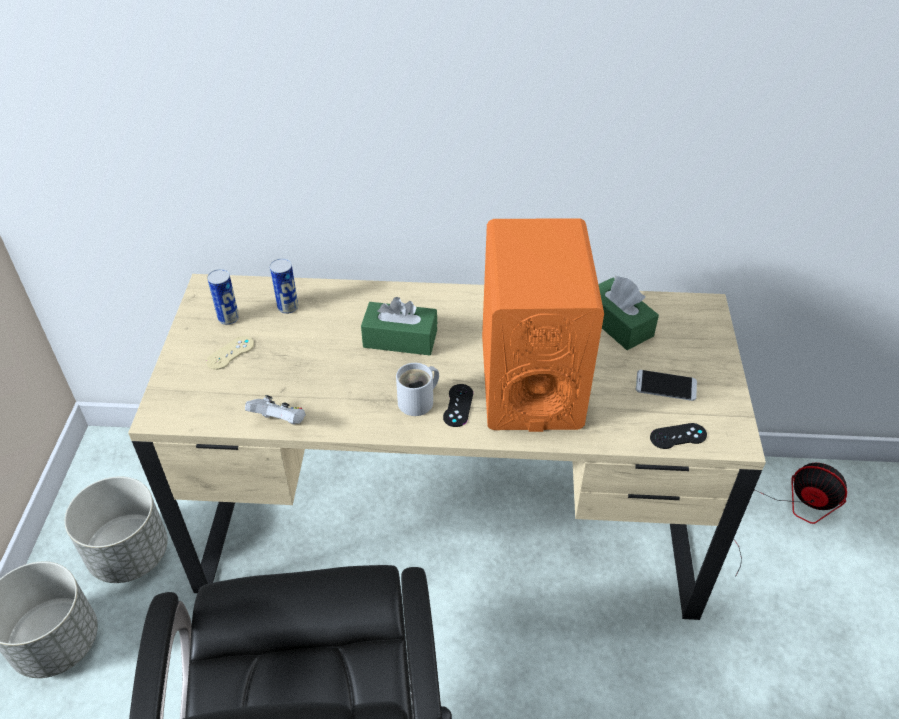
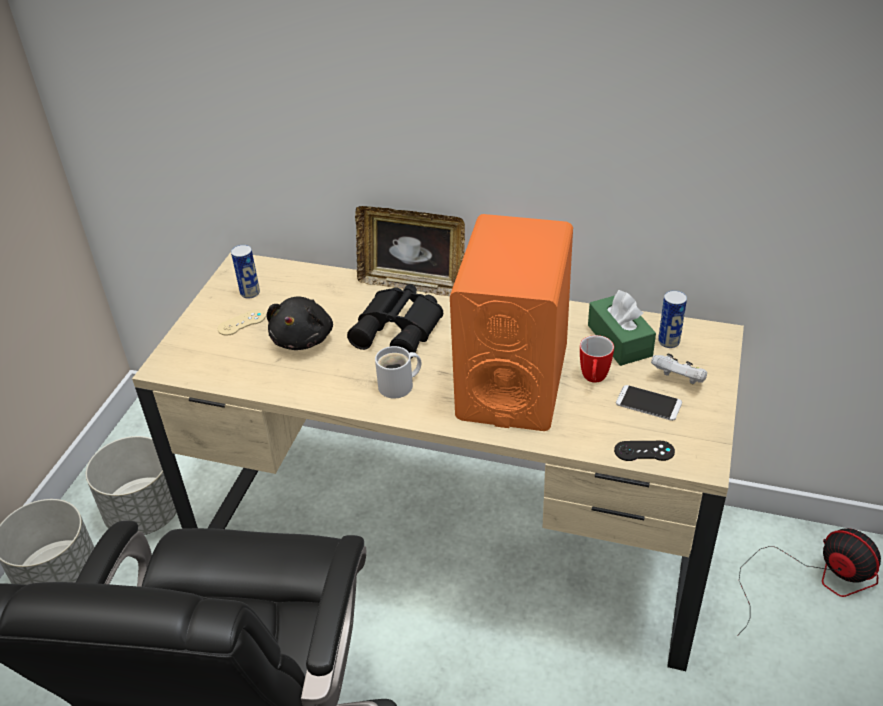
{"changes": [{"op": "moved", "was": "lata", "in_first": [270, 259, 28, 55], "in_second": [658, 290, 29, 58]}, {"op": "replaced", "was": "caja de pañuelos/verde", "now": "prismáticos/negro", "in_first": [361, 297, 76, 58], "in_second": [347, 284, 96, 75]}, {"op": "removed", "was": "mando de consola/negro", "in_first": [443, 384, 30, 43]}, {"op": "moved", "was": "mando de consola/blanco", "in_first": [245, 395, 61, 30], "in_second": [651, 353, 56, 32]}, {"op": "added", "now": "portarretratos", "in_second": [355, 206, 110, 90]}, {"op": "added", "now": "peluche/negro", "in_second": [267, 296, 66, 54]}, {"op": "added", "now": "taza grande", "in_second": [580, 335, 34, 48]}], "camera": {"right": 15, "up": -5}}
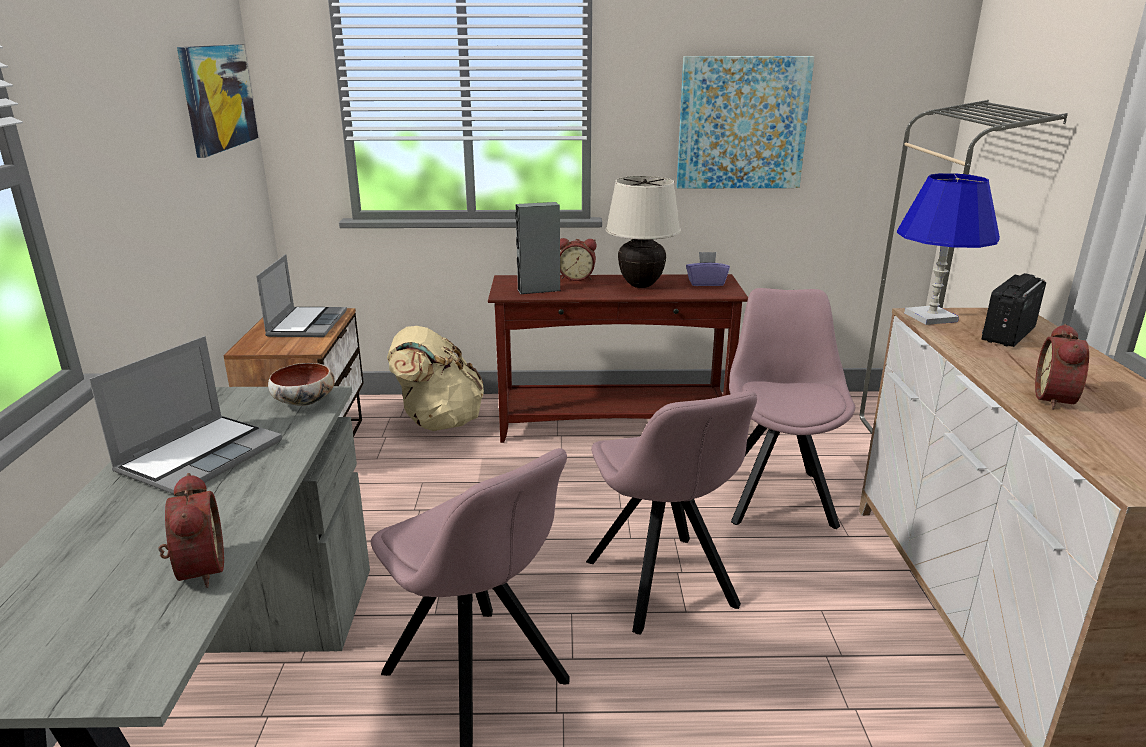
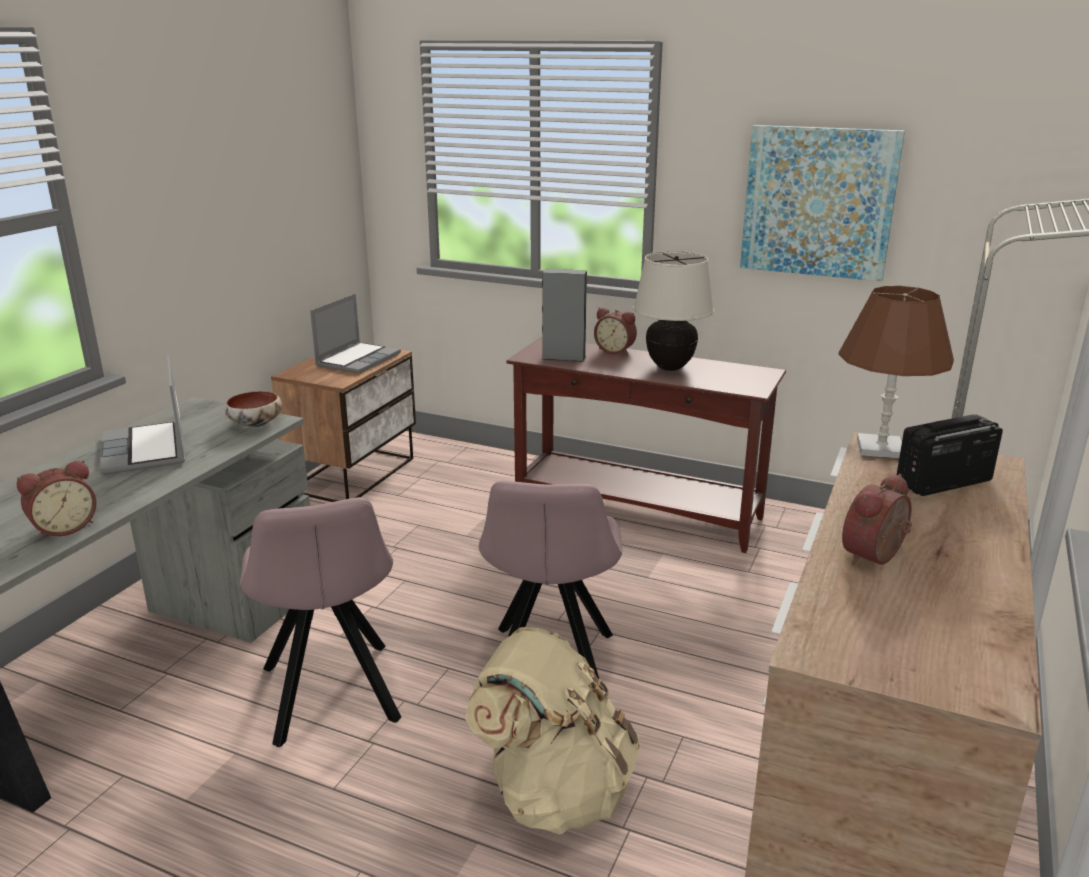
{"changes": [{"op": "removed", "was": "cuadro", "in_first": [177, 44, 81, 114]}, {"op": "recoloured", "was": "lámpara de mesa/azul", "now": "lámpara de mesa/marrón", "in_first": [896, 173, 104, 152], "in_second": [838, 286, 116, 172]}, {"op": "removed", "was": "caja de pañuelos/morado", "in_first": [686, 252, 44, 34]}, {"op": "removed", "was": "silla/rosa", "in_first": [729, 288, 126, 241]}, {"op": "moved", "was": "mochila/beis", "in_first": [387, 326, 97, 105], "in_second": [465, 627, 175, 207]}, {"op": "turned", "was": "portátil", "in_first": [89, 336, 193, 158], "in_second": [100, 355, 85, 120], "clockwise": 105}, {"op": "turned", "was": "despertador", "in_first": [158, 473, 66, 115], "in_second": [16, 460, 80, 79], "clockwise": 45}], "camera": {"right": 25, "up": 0}}
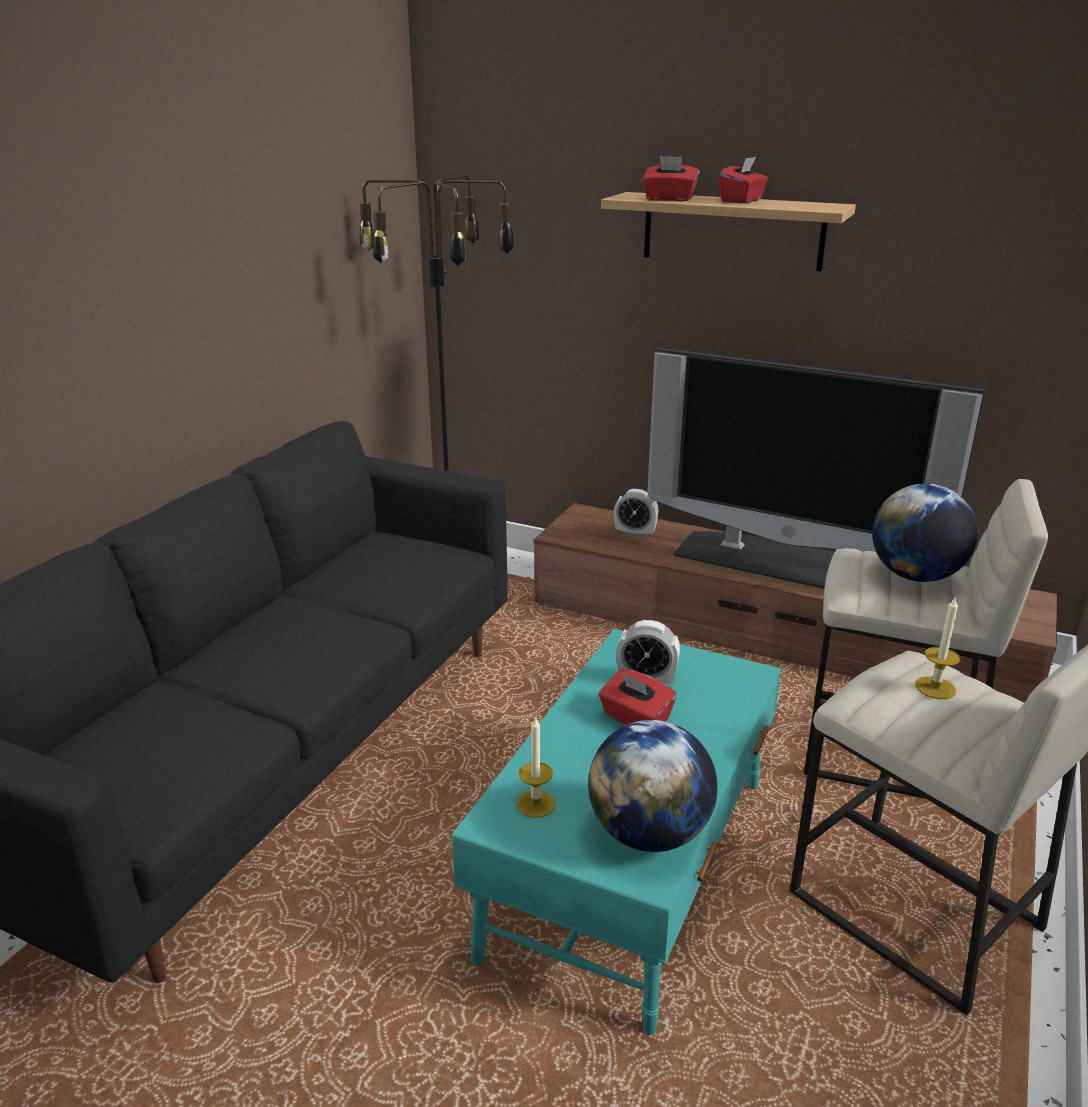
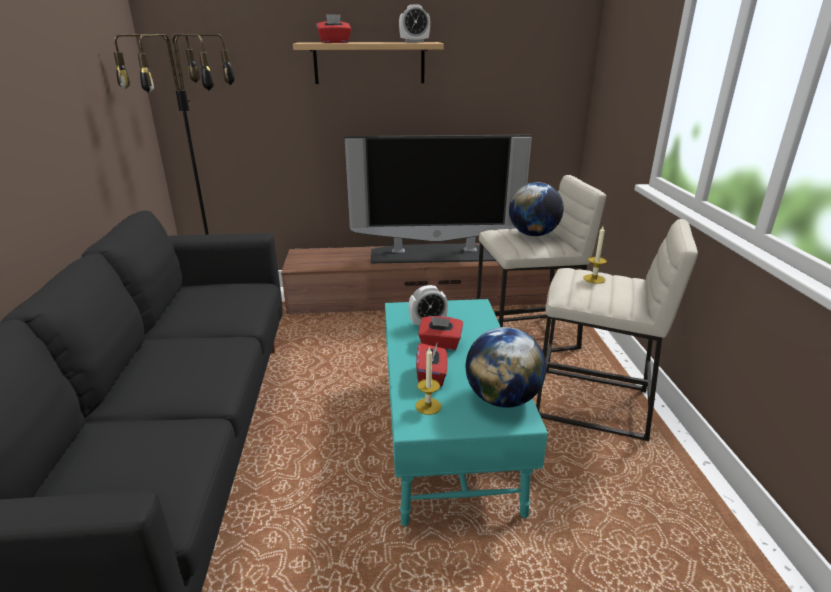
{"changes": [{"op": "moved", "was": "caja de pañuelos/rojo", "in_first": [719, 157, 49, 46], "in_second": [416, 343, 31, 44]}, {"op": "moved", "was": "despertador", "in_first": [614, 489, 44, 49], "in_second": [399, 4, 31, 39]}], "camera": {"right": -30, "up": 0}}
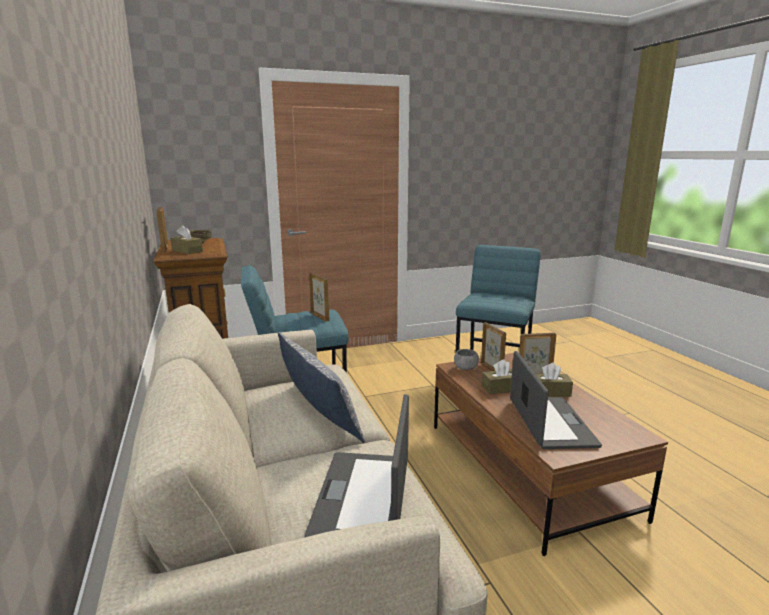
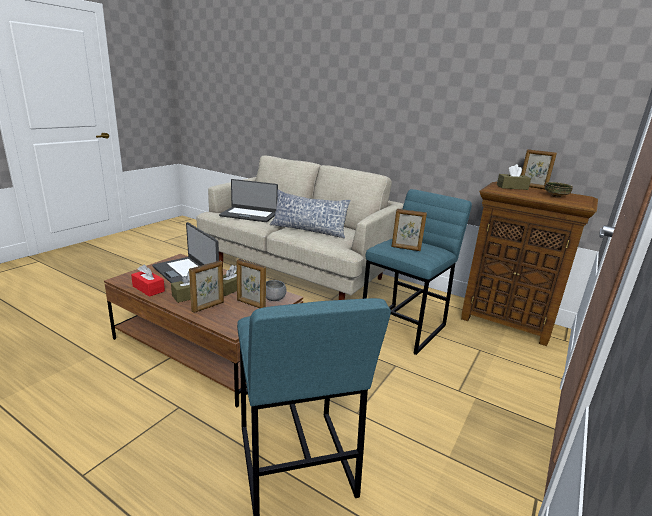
{"changes": [{"op": "turned", "was": "portátil", "in_first": [304, 394, 105, 143], "in_second": [219, 179, 59, 43], "clockwise": 135}, {"op": "added", "now": "caja de pañuelos/rojo", "in_second": [131, 264, 34, 33]}], "camera": {"right": 140, "up": 5}}
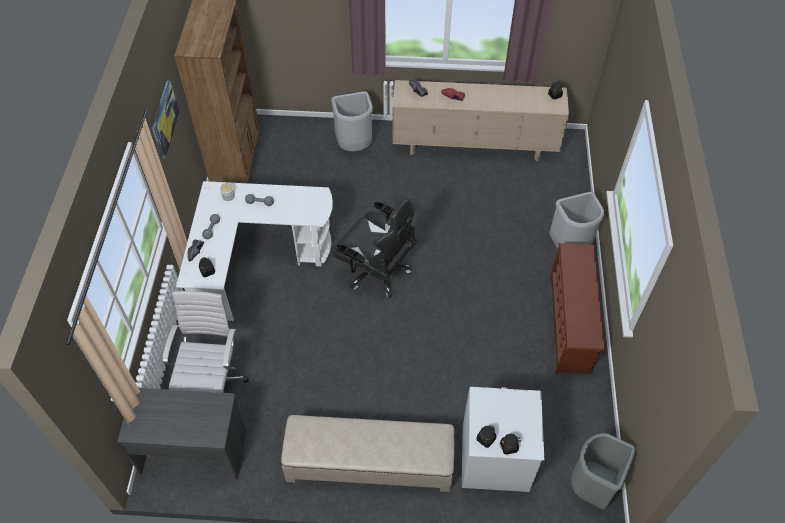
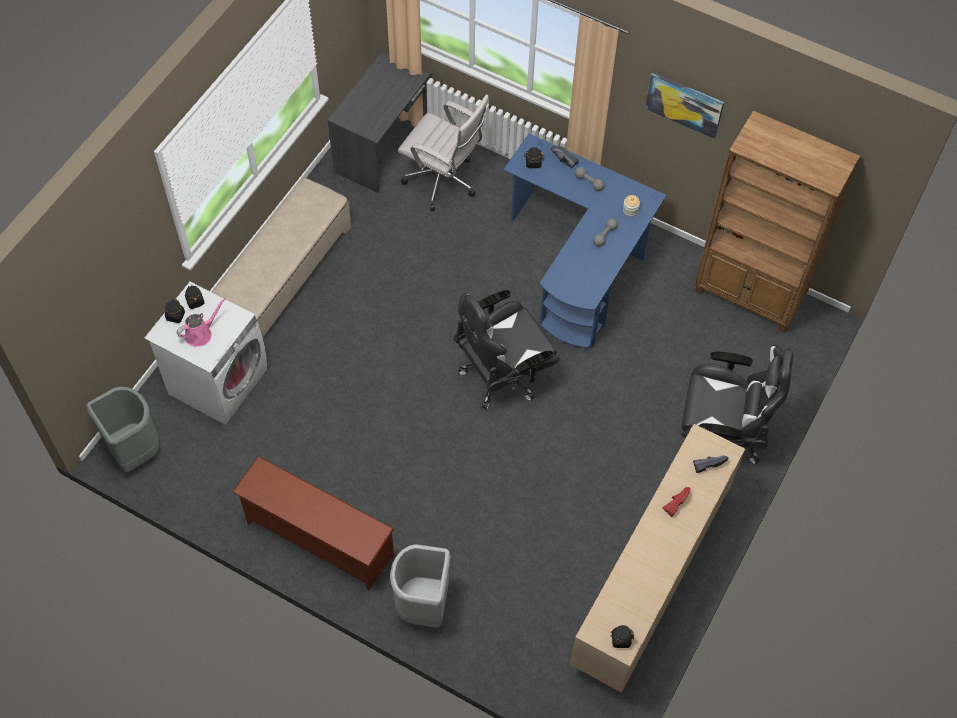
{"changes": [{"op": "replaced", "was": "papelera/gris", "now": "silla de oficina/negro", "in_first": [331, 92, 42, 59], "in_second": [681, 345, 113, 119]}, {"op": "recoloured", "was": "escritorio/blanco", "now": "escritorio/azul", "in_first": [176, 181, 157, 140], "in_second": [503, 134, 163, 215]}, {"op": "added", "now": "regadera/rosa", "in_second": [176, 297, 50, 50]}], "camera": {"right": 115, "up": 5}}
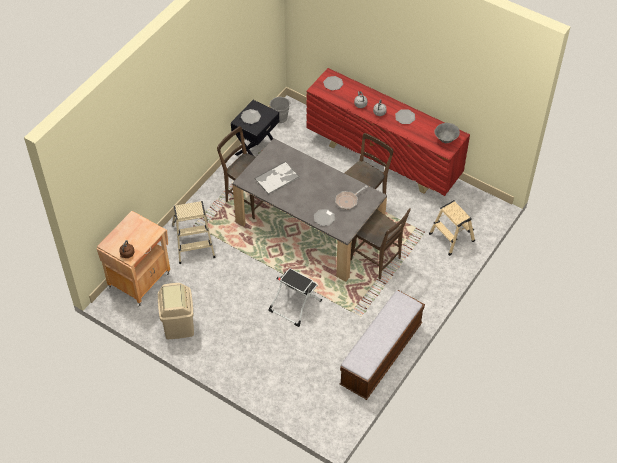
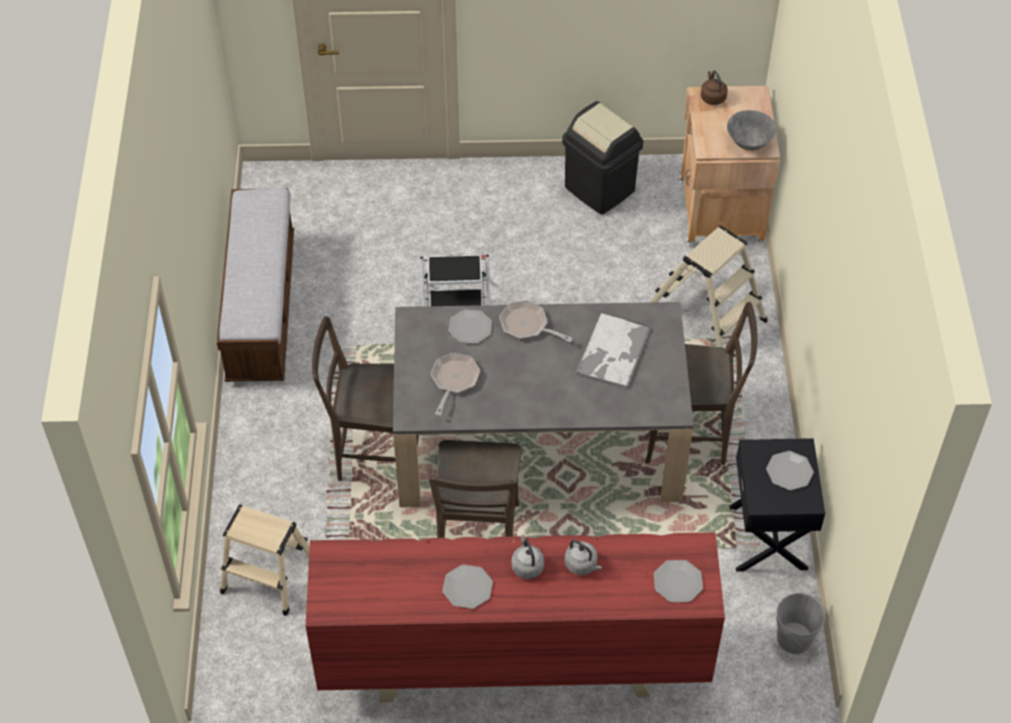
{"changes": [{"op": "moved", "was": "cuenco/gris", "in_first": [435, 123, 25, 20], "in_second": [727, 110, 49, 41]}, {"op": "recoloured", "was": "papelera/beis", "now": "papelera/negro", "in_first": [158, 283, 36, 56], "in_second": [562, 101, 81, 113]}, {"op": "added", "now": "sartén", "in_second": [499, 300, 74, 42]}], "camera": {"right": 145, "up": 0}}
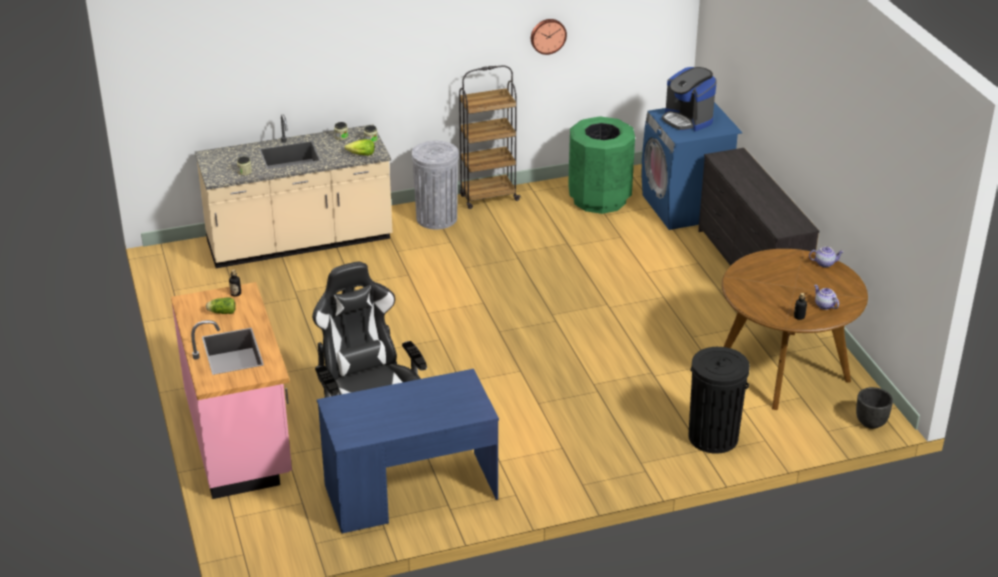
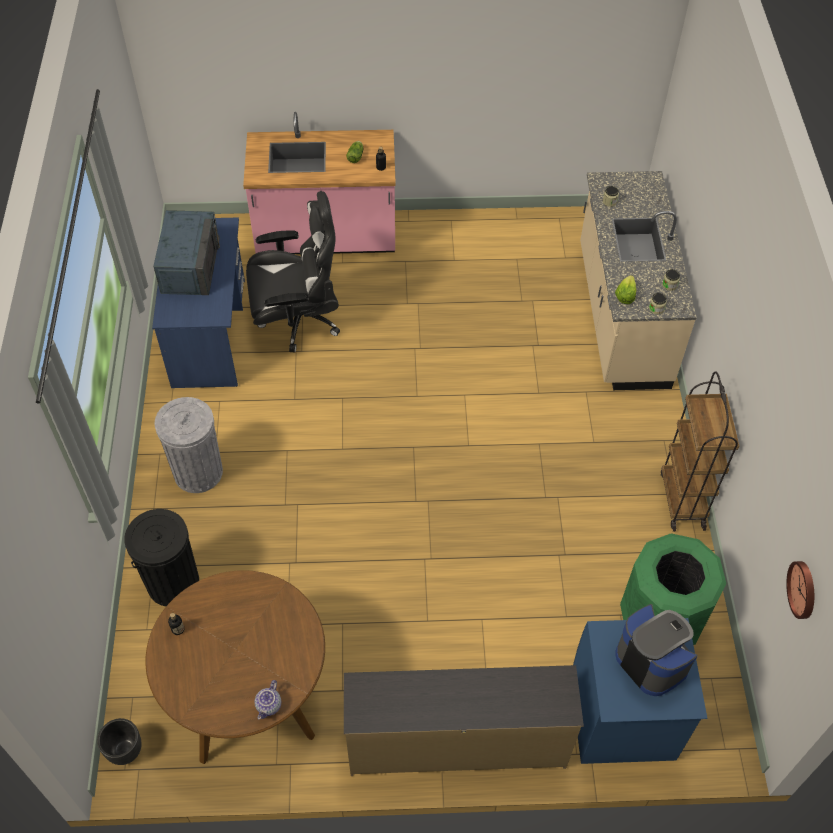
{"changes": [{"op": "moved", "was": "reloj de pared", "in_first": [531, 19, 36, 36], "in_second": [786, 561, 28, 58]}, {"op": "turned", "was": "cafetera", "in_first": [662, 67, 55, 64], "in_second": [615, 604, 83, 92], "clockwise": 75}, {"op": "moved", "was": "papelera/gris", "in_first": [412, 141, 47, 88], "in_second": [155, 397, 68, 96]}, {"op": "removed", "was": "tetera", "in_first": [814, 285, 25, 25]}, {"op": "added", "now": "microondas/azul", "in_second": [153, 210, 67, 85]}], "camera": {"right": 105, "up": 20}}
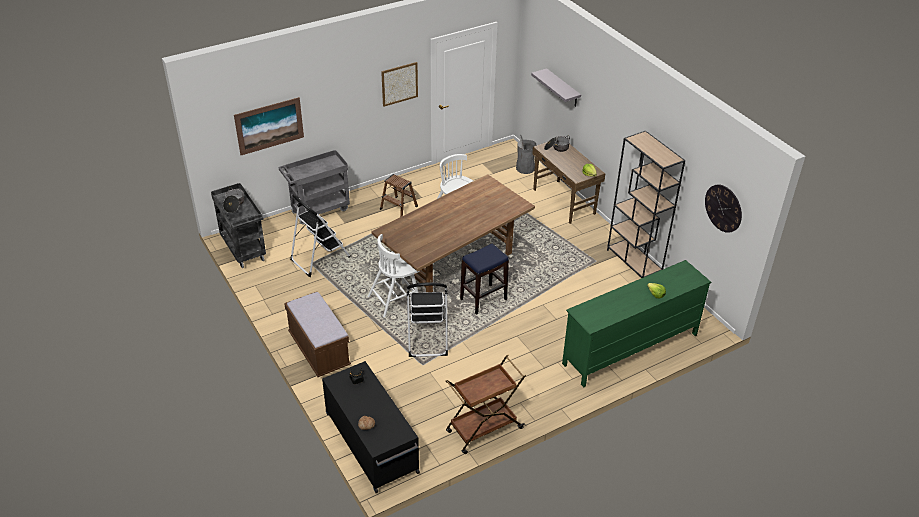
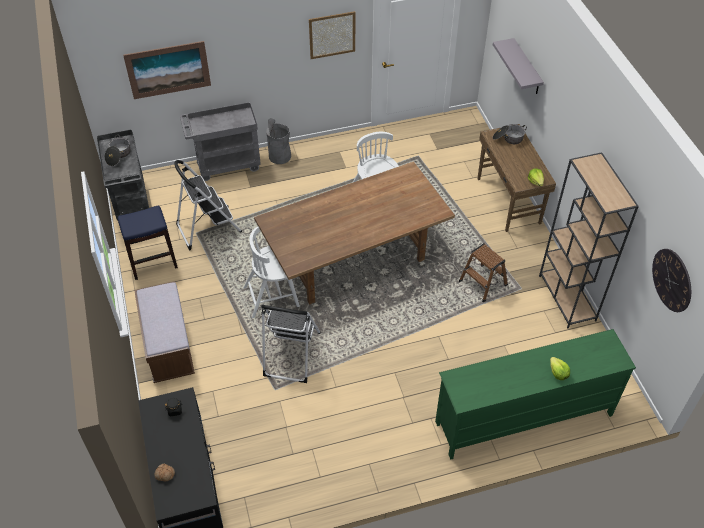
{"changes": [{"op": "moved", "was": "papelera/gris", "in_first": [516, 135, 21, 39], "in_second": [266, 118, 25, 46]}, {"op": "moved", "was": "escalera de tijera/marrón", "in_first": [380, 174, 38, 43], "in_second": [459, 243, 49, 59]}, {"op": "moved", "was": "taburete", "in_first": [460, 244, 49, 71], "in_second": [118, 206, 60, 74]}, {"op": "removed", "was": "carrito/marrón", "in_first": [445, 355, 81, 99]}], "camera": {"right": 15, "up": 10}}
